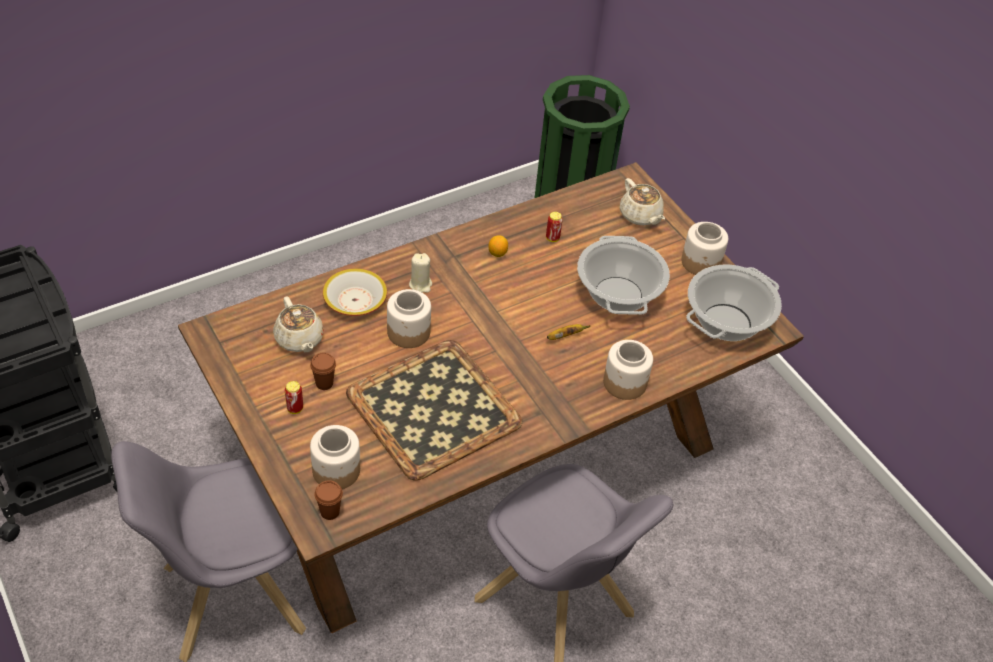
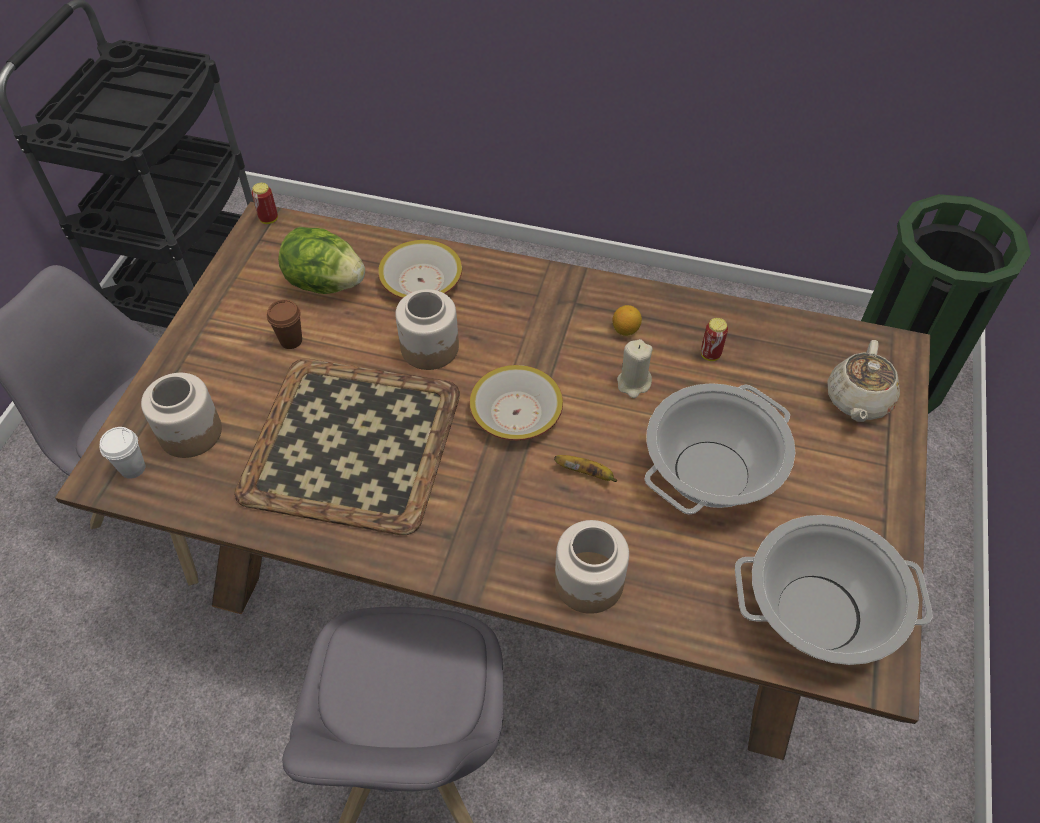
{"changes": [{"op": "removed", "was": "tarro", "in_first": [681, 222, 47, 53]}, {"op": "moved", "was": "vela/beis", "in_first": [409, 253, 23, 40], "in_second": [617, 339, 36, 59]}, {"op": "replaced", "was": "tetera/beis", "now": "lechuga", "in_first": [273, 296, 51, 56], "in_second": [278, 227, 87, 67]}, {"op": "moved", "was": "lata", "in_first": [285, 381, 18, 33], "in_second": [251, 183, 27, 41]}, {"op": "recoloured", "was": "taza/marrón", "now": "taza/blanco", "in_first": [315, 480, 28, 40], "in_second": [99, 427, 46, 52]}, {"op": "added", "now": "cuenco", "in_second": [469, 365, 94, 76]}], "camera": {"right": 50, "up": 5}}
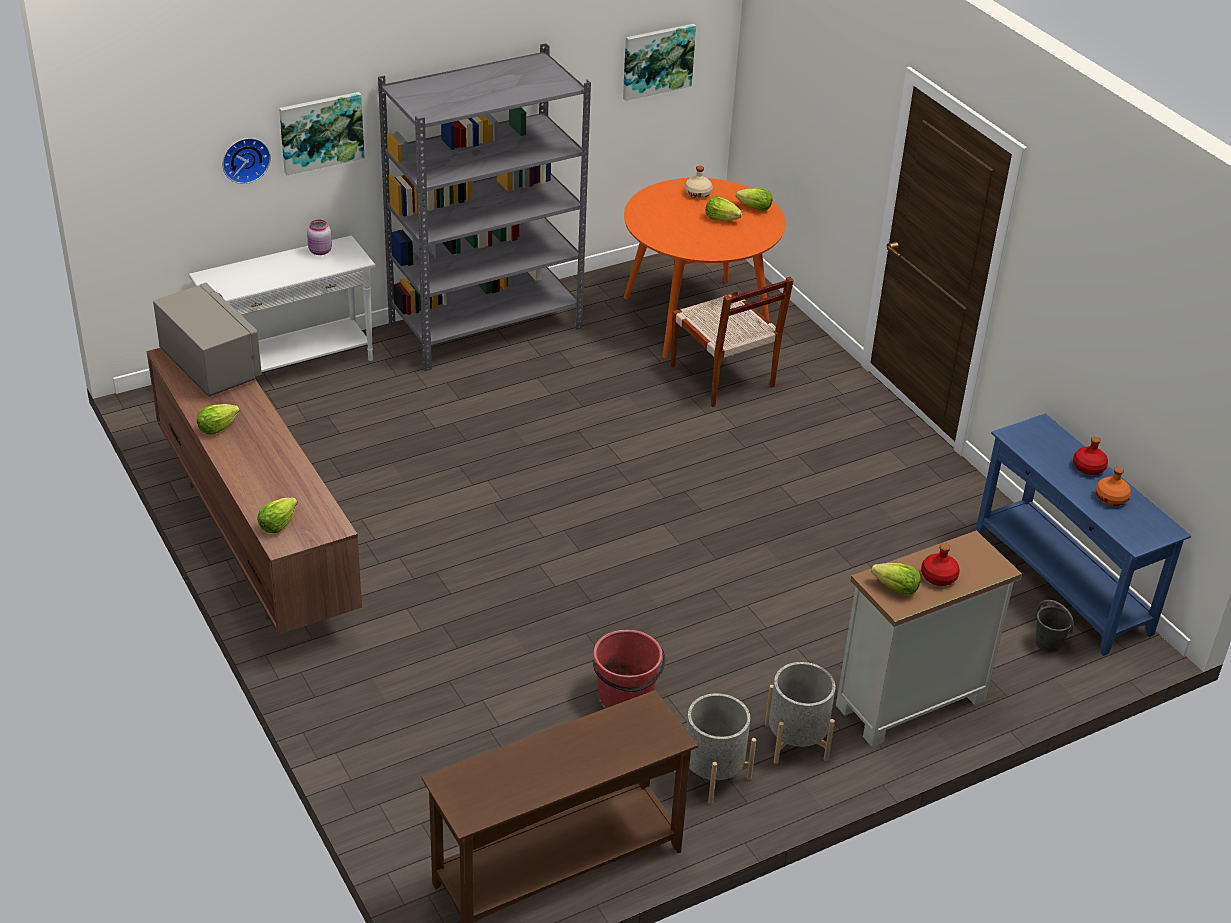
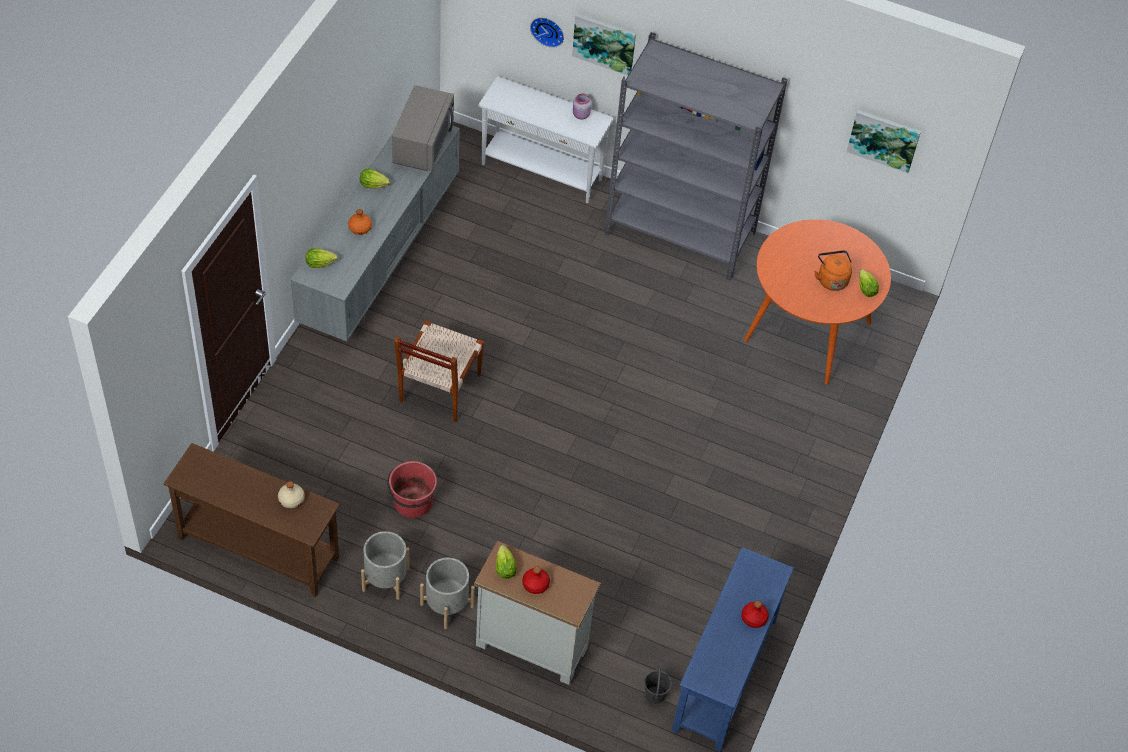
{"changes": [{"op": "moved", "was": "botella/beis", "in_first": [685, 166, 28, 32], "in_second": [278, 481, 27, 27]}, {"op": "replaced", "was": "lechuga", "now": "hervidor/naranja", "in_first": [705, 196, 38, 25], "in_second": [814, 250, 38, 41]}, {"op": "moved", "was": "silla", "in_first": [671, 277, 123, 130], "in_second": [394, 320, 90, 102]}, {"op": "recoloured", "was": "armario/marrón", "now": "armario/gris", "in_first": [147, 348, 215, 287], "in_second": [291, 126, 169, 215]}, {"op": "moved", "was": "botella/naranja", "in_first": [1095, 467, 36, 39], "in_second": [348, 209, 24, 26]}], "camera": {"right": 50, "up": 15}}
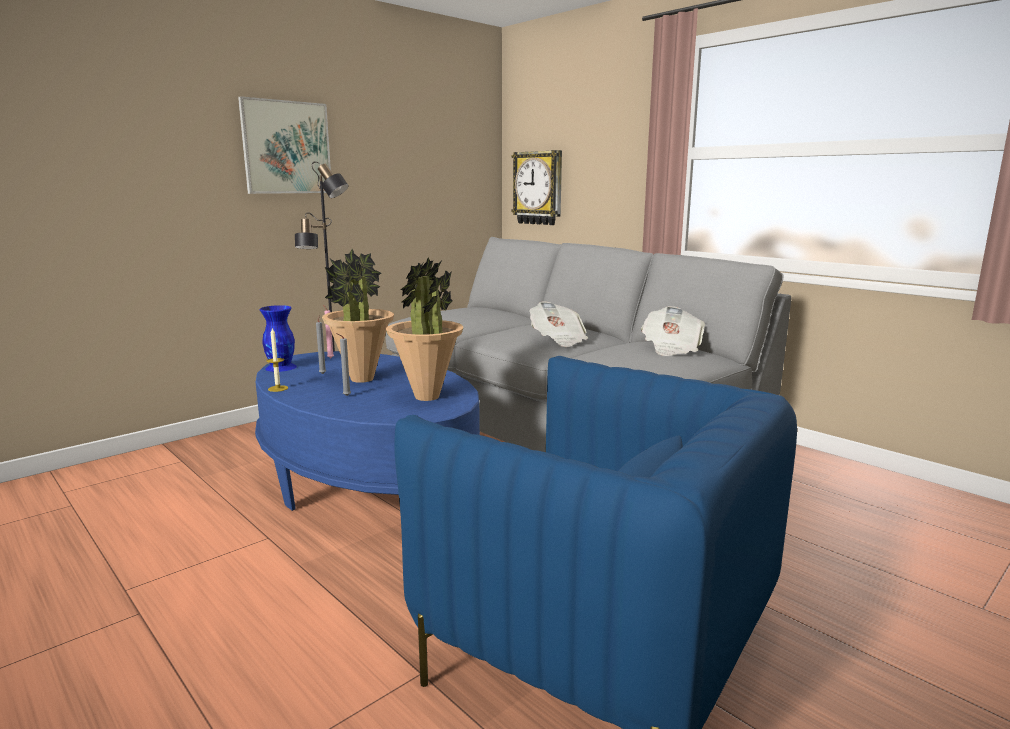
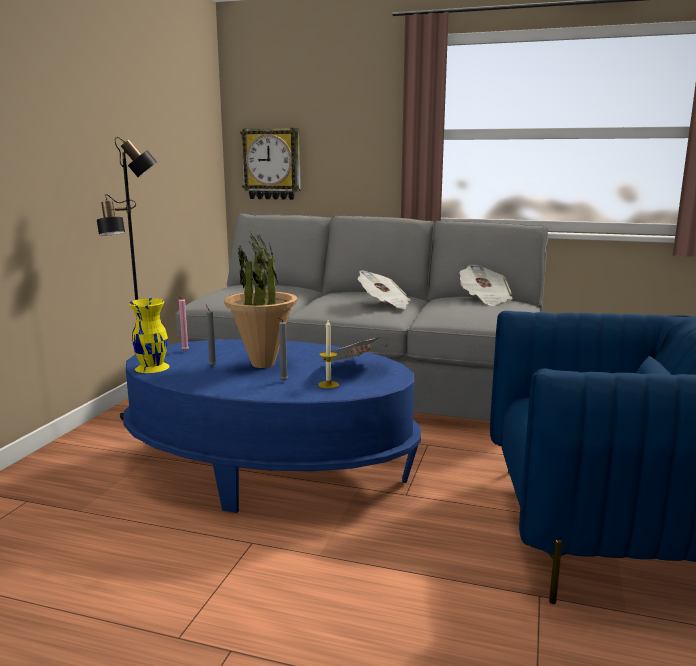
{"changes": [{"op": "removed", "was": "cuadro", "in_first": [238, 96, 93, 98]}, {"op": "replaced", "was": "planta en maceta", "now": "periódico", "in_first": [386, 257, 77, 144], "in_second": [322, 337, 70, 25]}, {"op": "recoloured", "was": "florero/azul", "now": "florero/amarillo", "in_first": [260, 305, 37, 67], "in_second": [129, 298, 41, 75]}, {"op": "moved", "was": "vela", "in_first": [267, 328, 21, 64], "in_second": [318, 320, 21, 69]}], "camera": {"right": -30, "up": 0}}
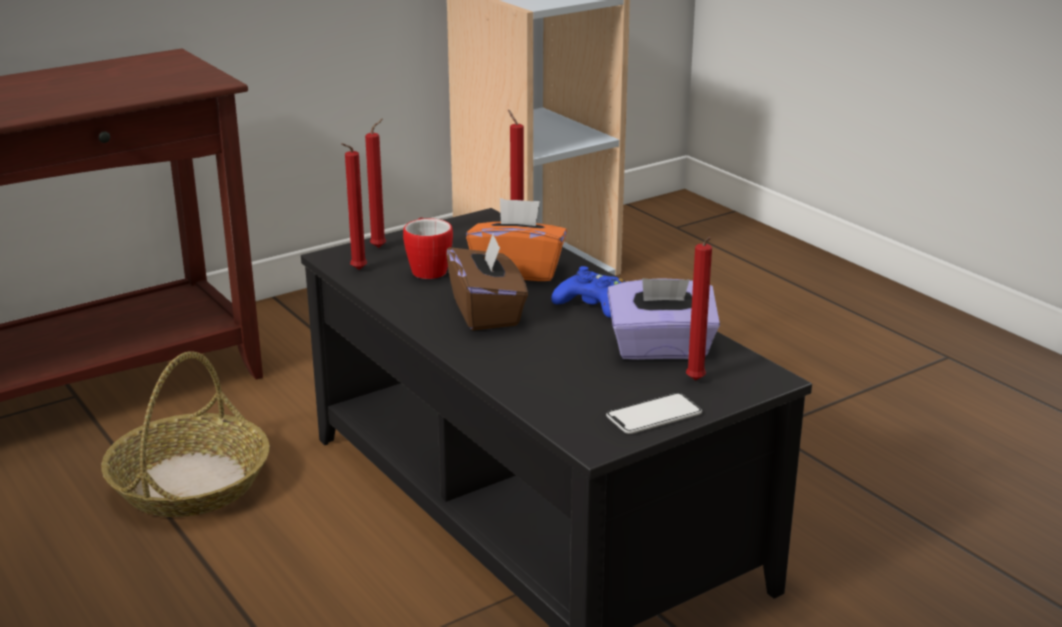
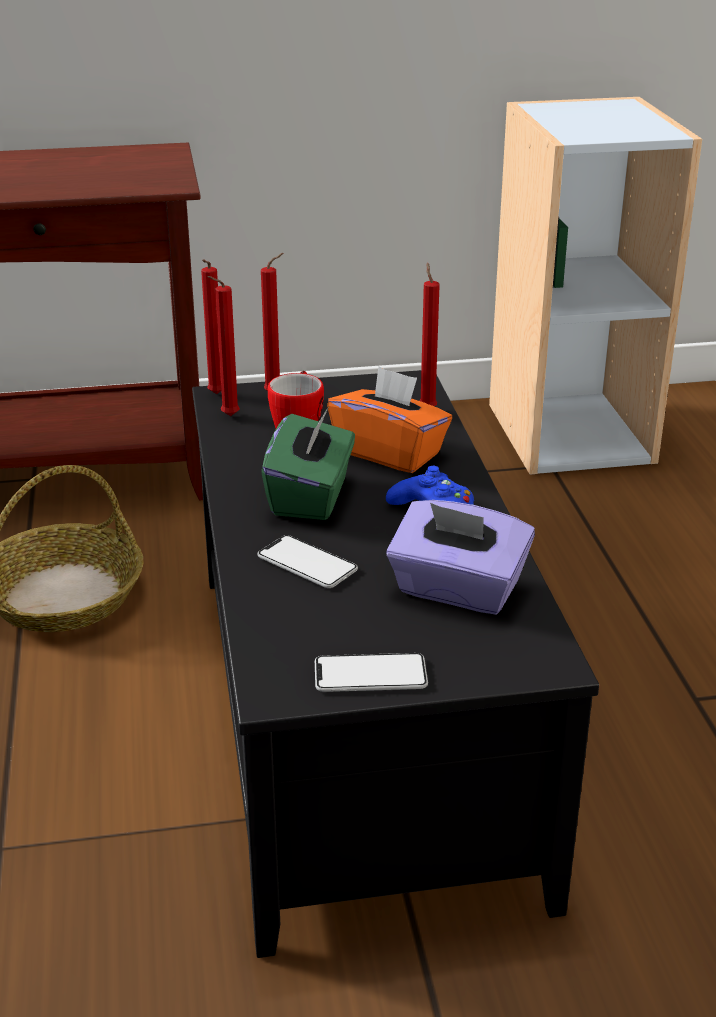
{"changes": [{"op": "recoloured", "was": "caja de pañuelos/marrón", "now": "caja de pañuelos/verde", "in_first": [446, 233, 82, 98], "in_second": [261, 407, 94, 113]}, {"op": "moved", "was": "vela/rojo", "in_first": [686, 237, 26, 144], "in_second": [201, 259, 20, 135]}, {"op": "added", "now": "móvil", "in_second": [257, 535, 101, 53]}], "camera": {"right": 25, "up": 5}}
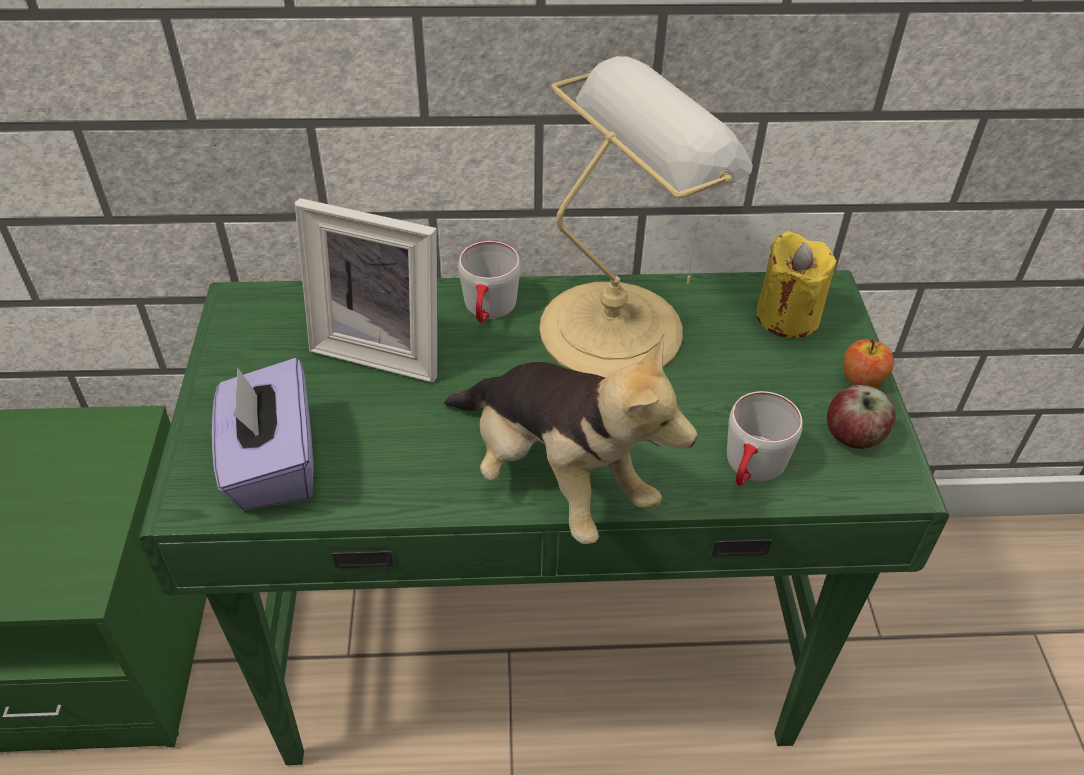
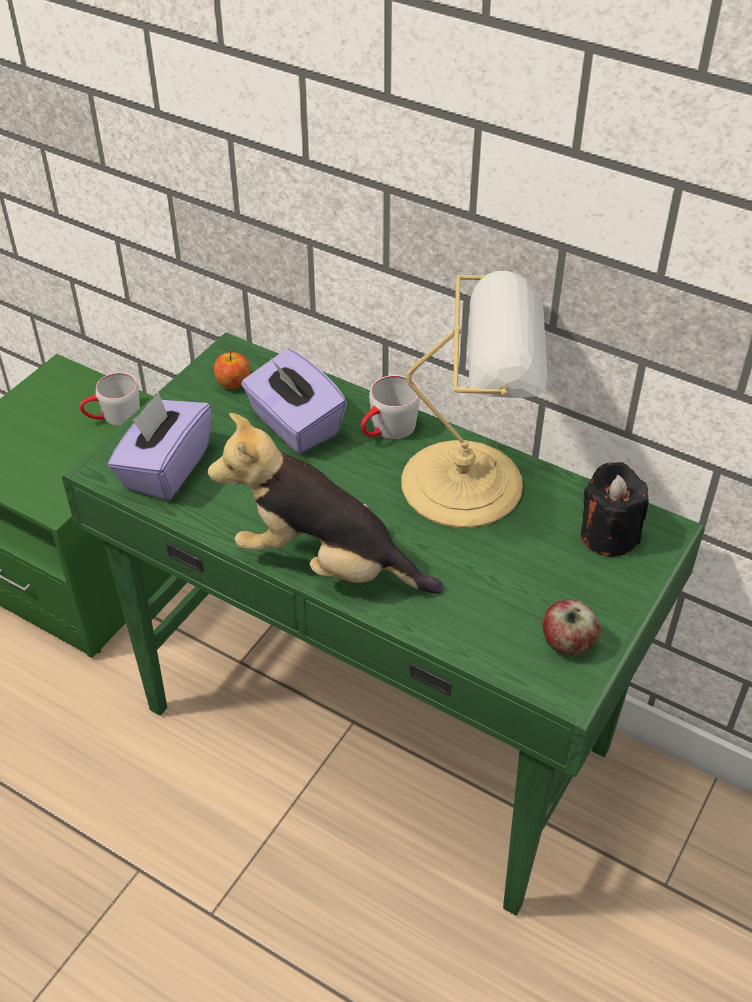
{"changes": [{"op": "replaced", "was": "portarretratos", "now": "caja de pañuelos/morado", "in_first": [295, 198, 142, 185], "in_second": [241, 349, 106, 105]}, {"op": "recoloured", "was": "vela/amarillo", "now": "vela/negro", "in_first": [756, 231, 80, 107], "in_second": [581, 462, 68, 95]}, {"op": "turned", "was": "peluche", "in_first": [444, 337, 253, 207], "in_second": [208, 413, 236, 181], "clockwise": 120}, {"op": "moved", "was": "manzana", "in_first": [843, 339, 51, 49], "in_second": [214, 350, 36, 39]}, {"op": "moved", "was": "taza grande/gris", "in_first": [727, 391, 76, 95], "in_second": [79, 373, 61, 53]}], "camera": {"right": 35, "up": 0}}
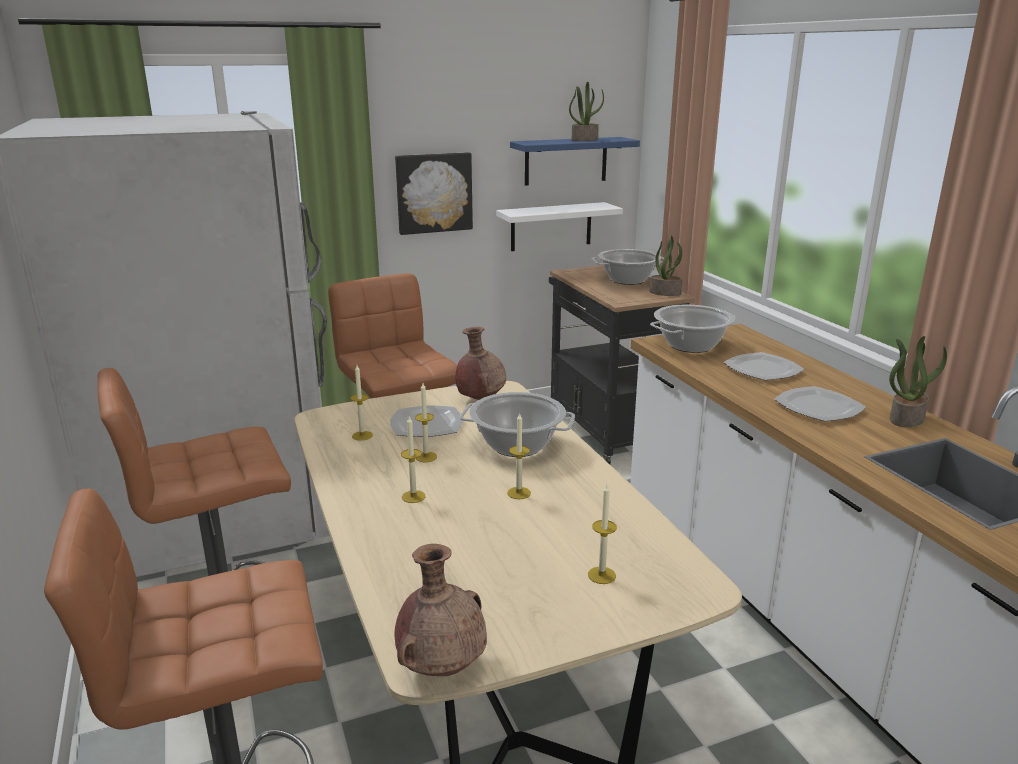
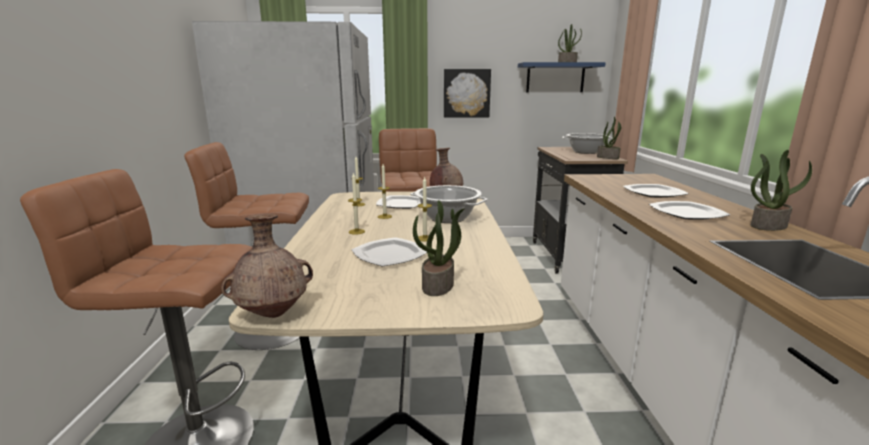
{"changes": [{"op": "removed", "was": "estante/blanco", "in_first": [496, 202, 127, 49]}, {"op": "removed", "was": "olla", "in_first": [650, 304, 86, 49]}, {"op": "replaced", "was": "vela", "now": "planta en maceta", "in_first": [588, 484, 29, 100], "in_second": [413, 200, 52, 96]}, {"op": "added", "now": "plato", "in_second": [351, 237, 76, 30]}], "camera": {"right": 20, "up": -5}}
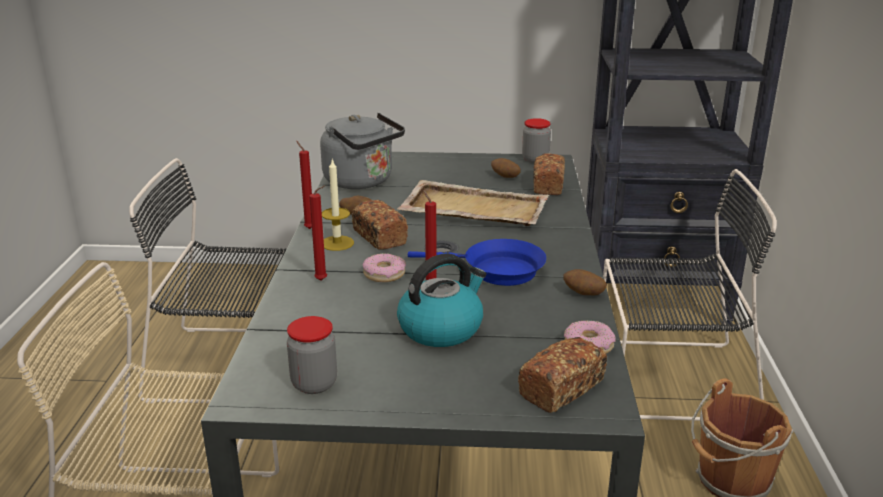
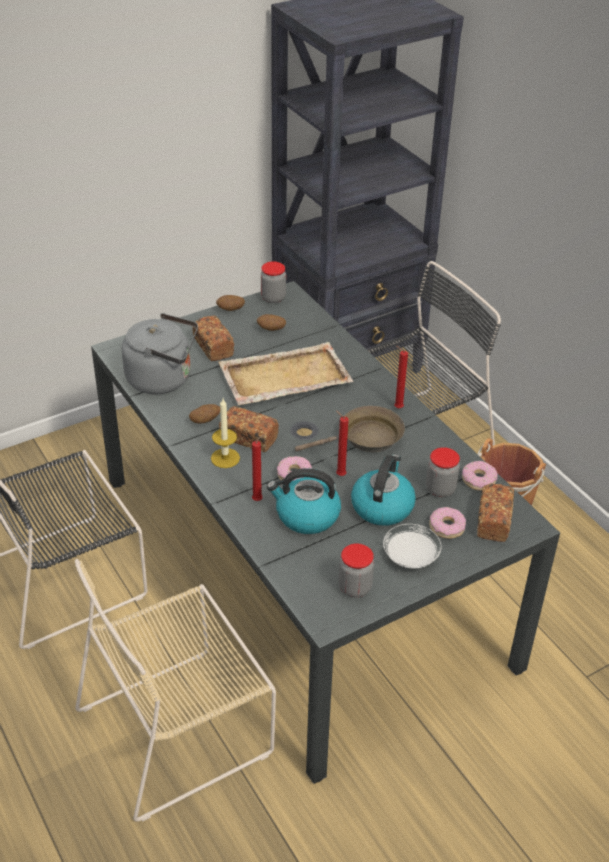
{"changes": [{"op": "moved", "was": "vela/rojo", "in_first": [296, 141, 16, 88], "in_second": [394, 346, 14, 62]}, {"op": "moved", "was": "pan", "in_first": [533, 154, 32, 41], "in_second": [192, 316, 42, 45]}, {"op": "recoloured", "was": "sartén/azul", "now": "sartén/marrón", "in_first": [408, 239, 138, 47], "in_second": [295, 406, 110, 46]}, {"op": "moved", "was": "patata", "in_first": [563, 269, 44, 27], "in_second": [216, 295, 29, 16]}, {"op": "added", "now": "tarro", "in_second": [426, 447, 34, 50]}, {"op": "added", "now": "hervidor", "in_second": [267, 468, 74, 66]}, {"op": "added", "now": "rosquilla", "in_second": [429, 507, 37, 32]}, {"op": "added", "now": "plato/blanco", "in_second": [383, 524, 58, 44]}], "camera": {"right": -35, "up": 15}}
